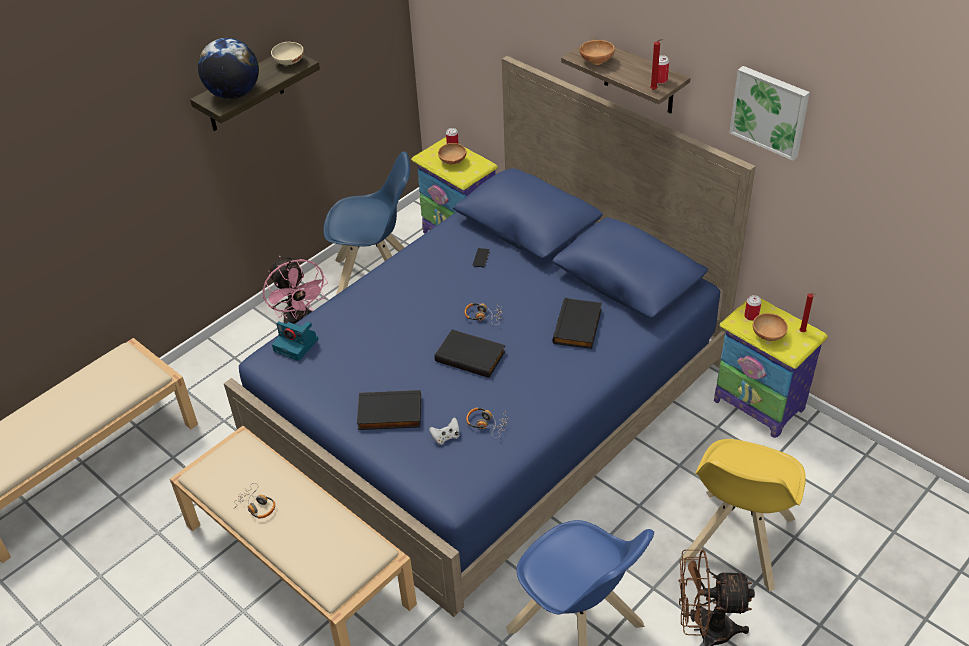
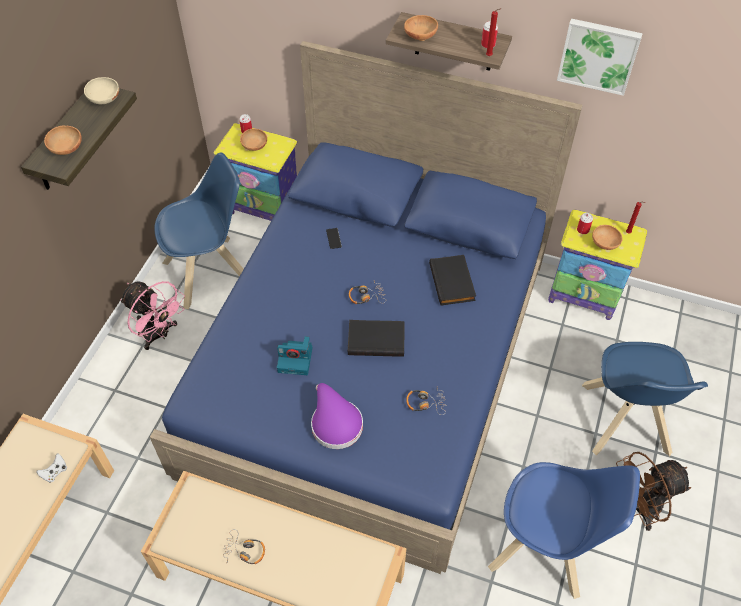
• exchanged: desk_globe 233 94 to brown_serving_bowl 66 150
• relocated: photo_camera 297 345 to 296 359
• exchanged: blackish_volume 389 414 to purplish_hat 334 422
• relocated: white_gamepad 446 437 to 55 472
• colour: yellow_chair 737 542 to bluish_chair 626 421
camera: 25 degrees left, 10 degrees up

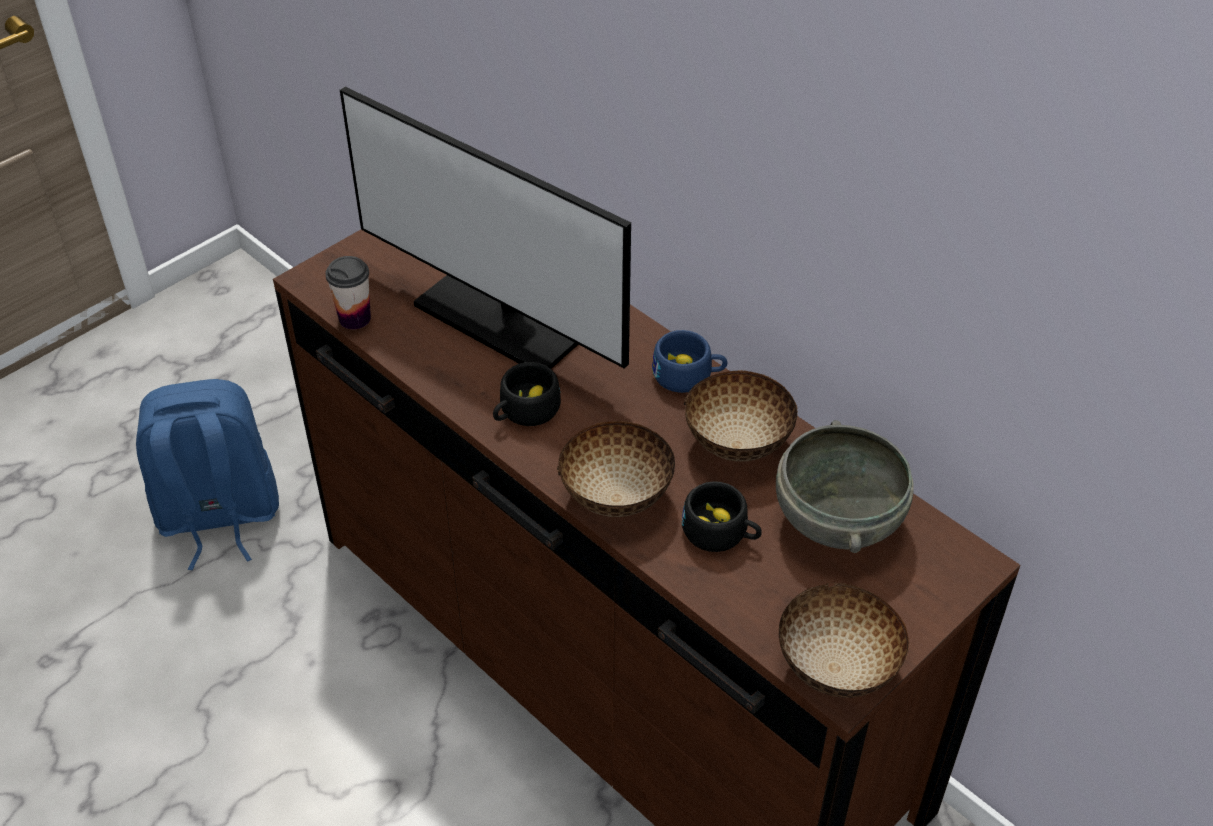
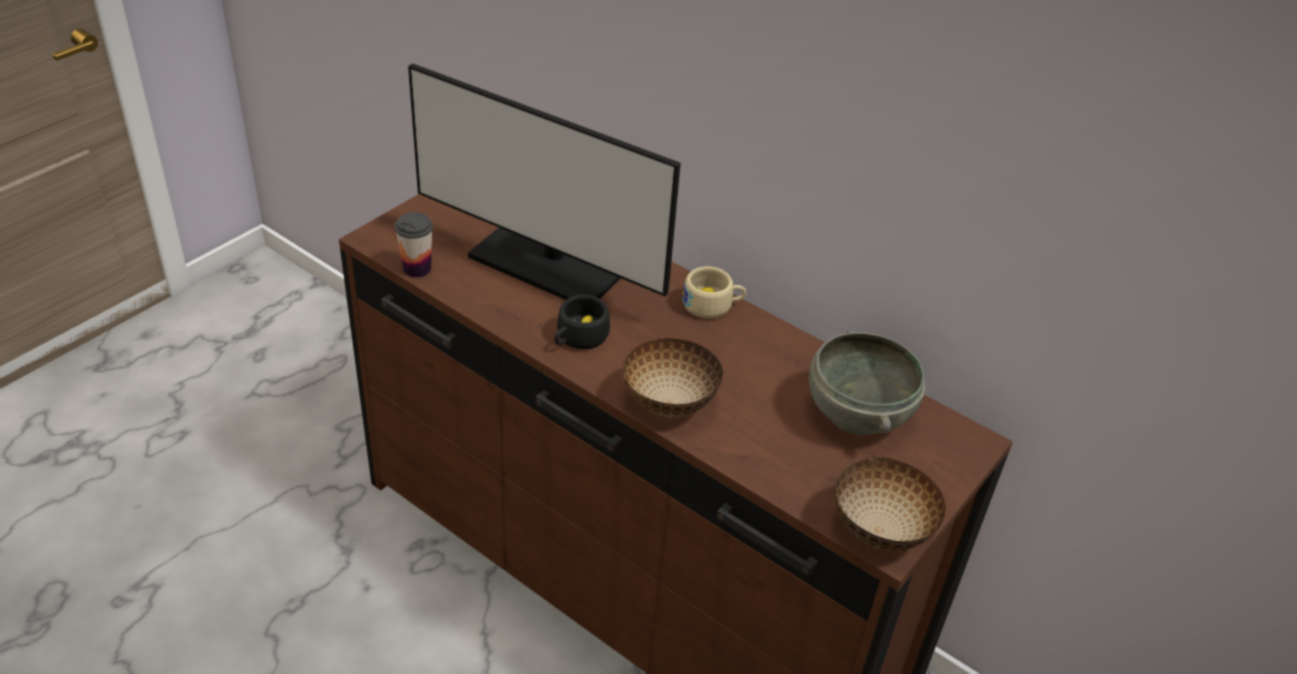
• missing: bluish_backpack 218 516
• colour: bluish_drinking_cup 688 375 to sand-coloured_drinking_cup 712 305
• missing: blackish_drinking_cup 721 533
• missing: serving_bowl 738 442
camera: 10 degrees left, 5 degrees down

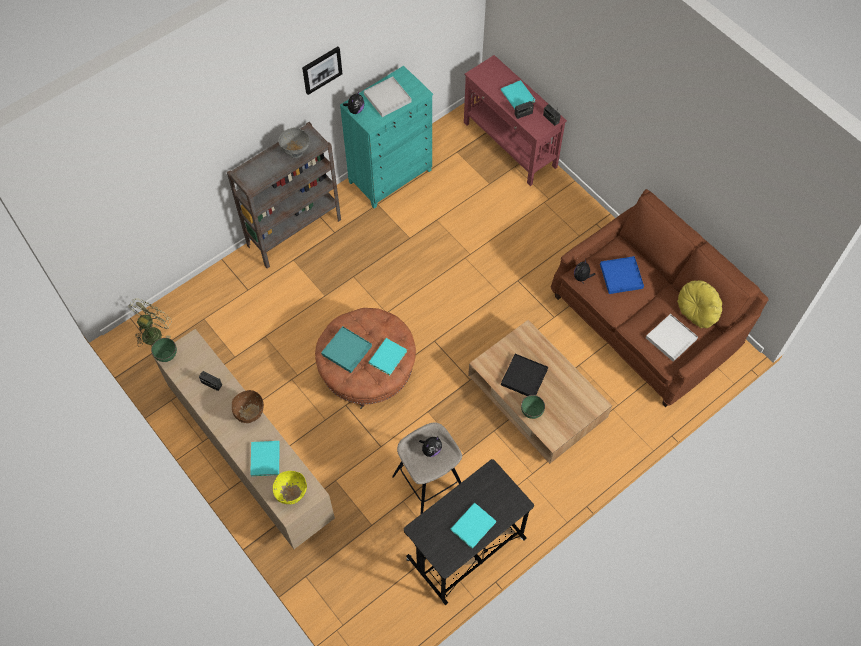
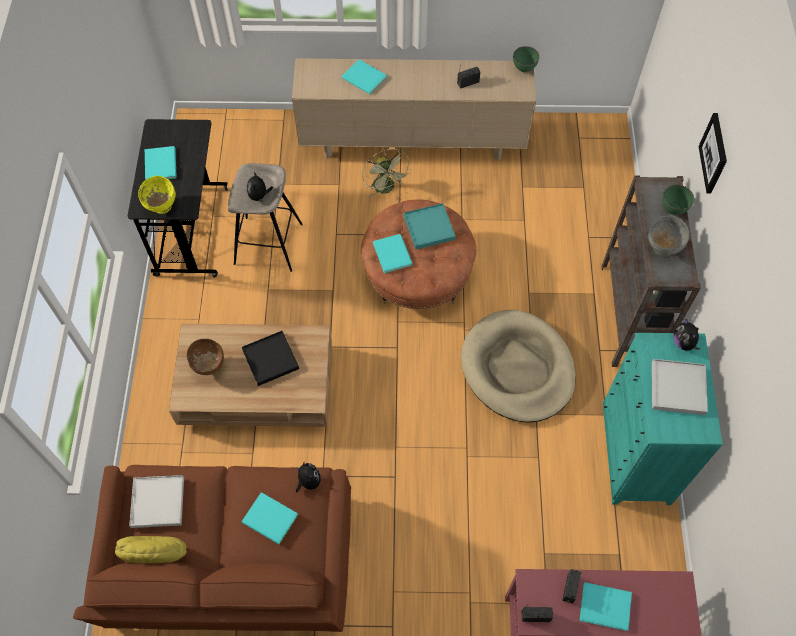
• relocated: green_fan 154 332 to 386 189
• relocated: brown_serving_bowl 250 414 to 209 366
• relocated: yellow_serving_bowl 291 494 to 161 206
• relocated: wall_picture 321 69 to 714 153
• relocated: green_serving_bowl 531 412 to 673 209
• exchanged: bluish_tray 621 276 to turquoise_volume 270 520
• appeared: sand-coloured_dog_cushion 517 368
camera: 130 degrees right, 0 degrees up

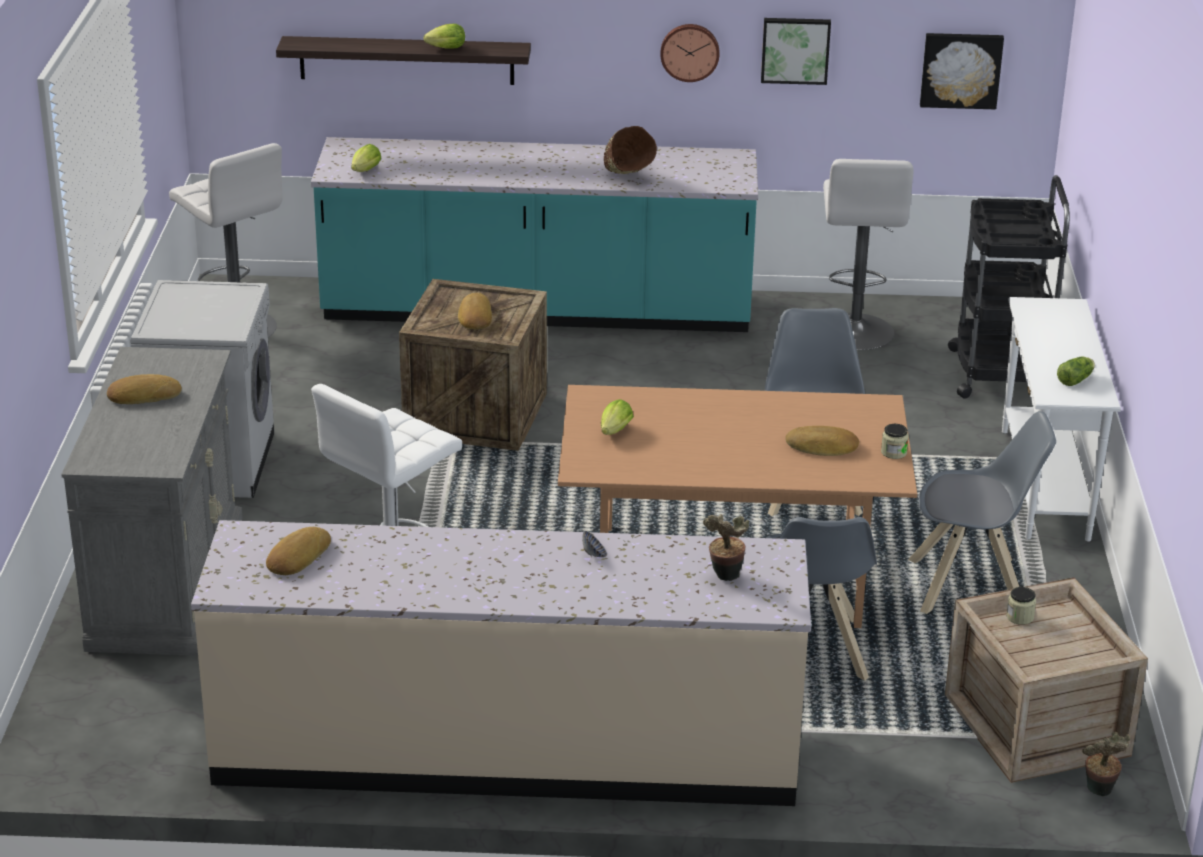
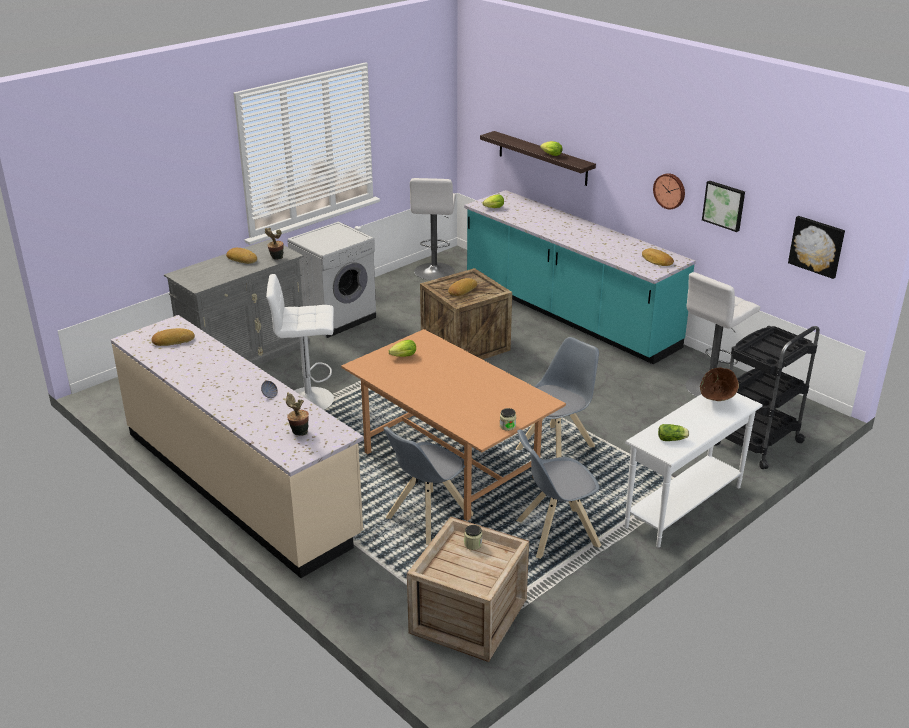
• relocated: brown_serving_bowl 627 178 to 717 403
• relocated: bread 822 447 to 656 261
• spun: gray_chair 971 587 = 555 533 120 degrees clockwise
• relocated: plant_in_a_pot 1099 792 to 276 258
camera: 45 degrees right, 0 degrees up

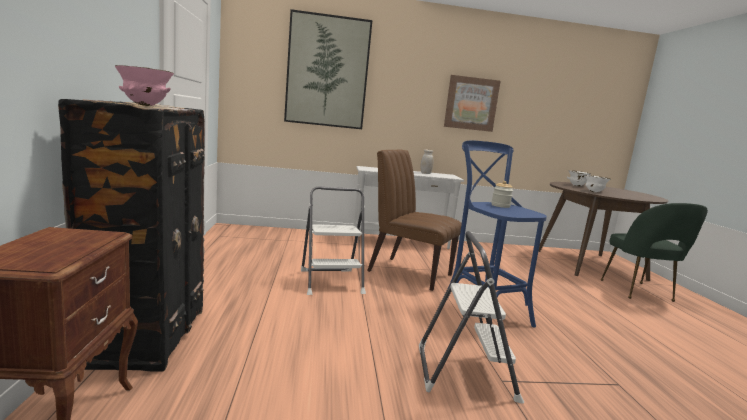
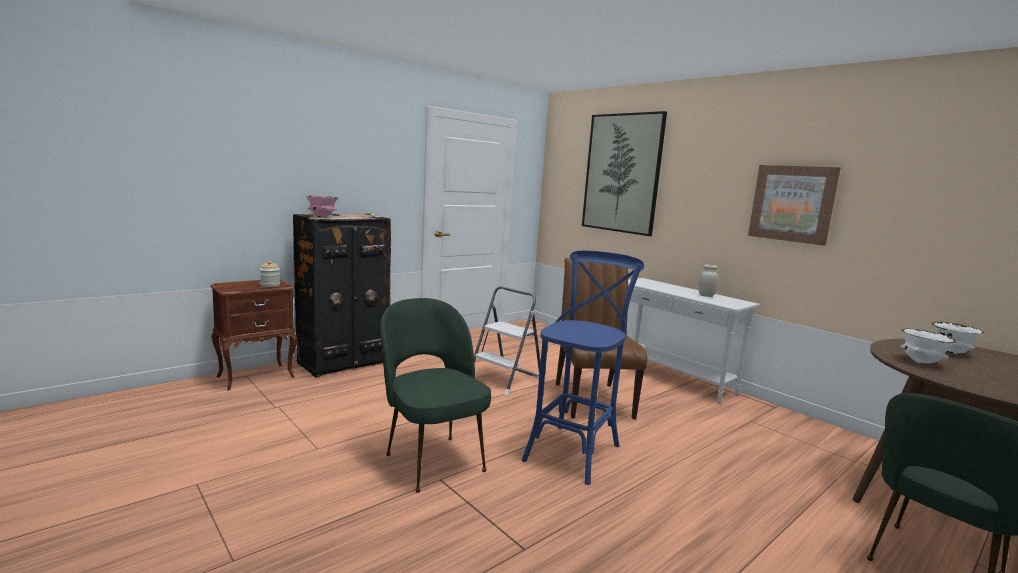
• exchanged: white_stepladder 461 371 to green_chair 431 459
• relocated: storage_jar 500 206 to 270 285
camera: 55 degrees right, 0 degrees up

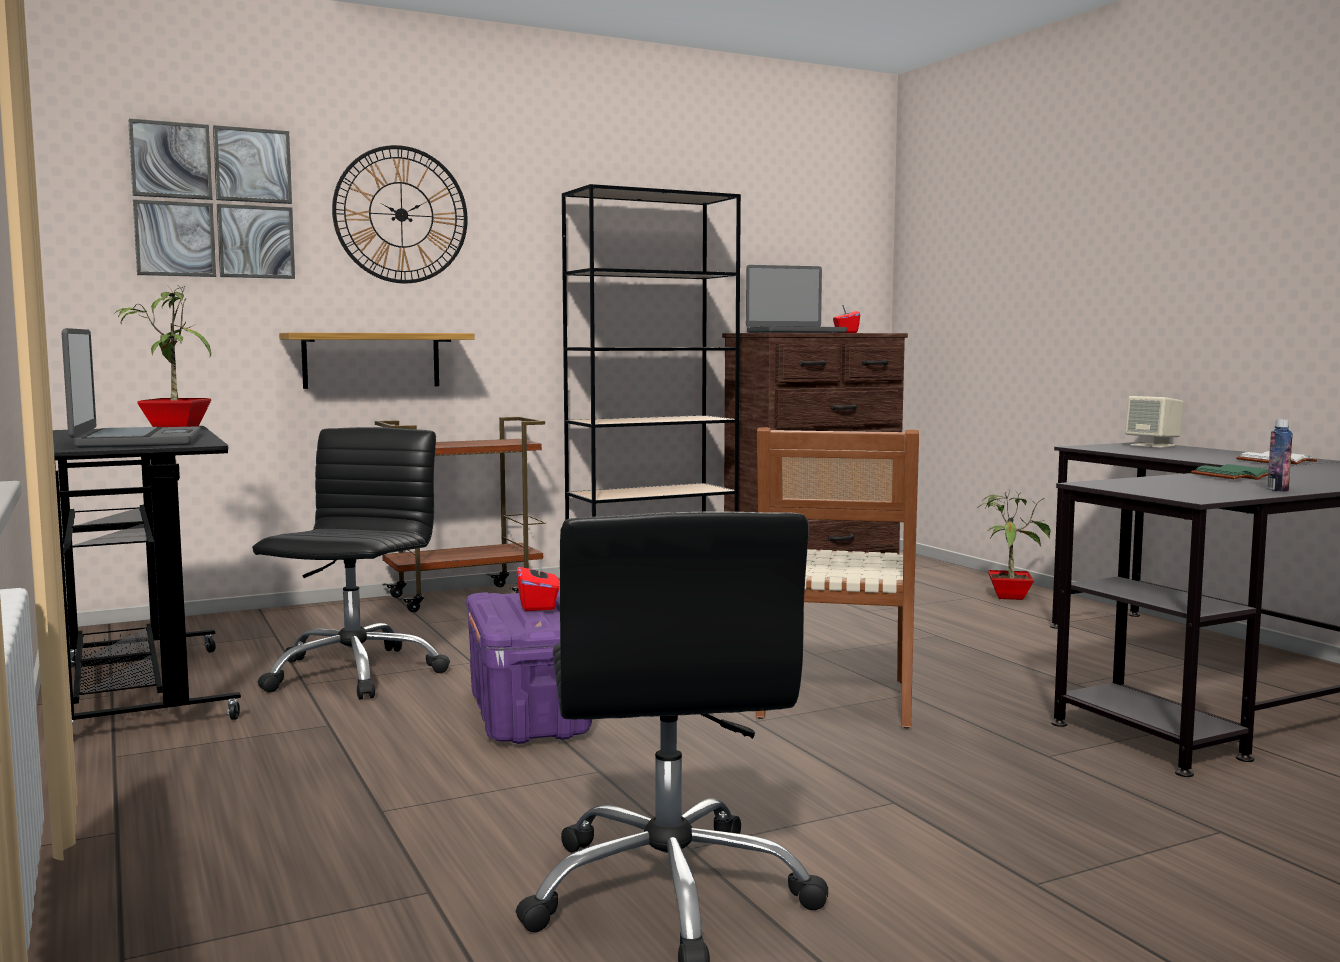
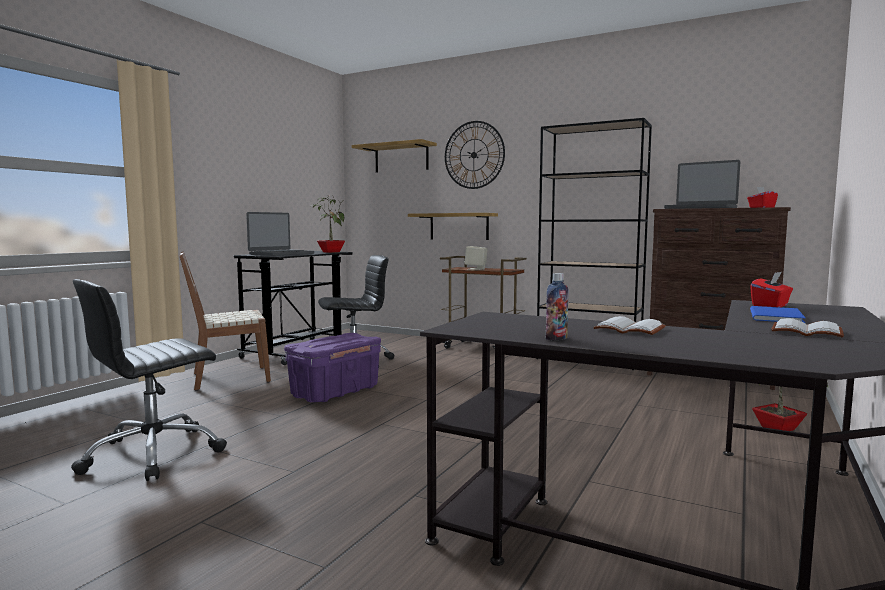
• exchanged: wall_picture 214 202 to bracket_shelf 401 158
• relocated: red_box_of_tissues 538 605 to 770 306
• relocated: chair 834 702 to 226 378
• relocated: sand-coloured_audio_speaker 1153 445 to 476 269
• colour: green_volume 1234 476 to white_volume 631 329
• appeared: bluish_volume 778 316
camera: 55 degrees right, 0 degrees up

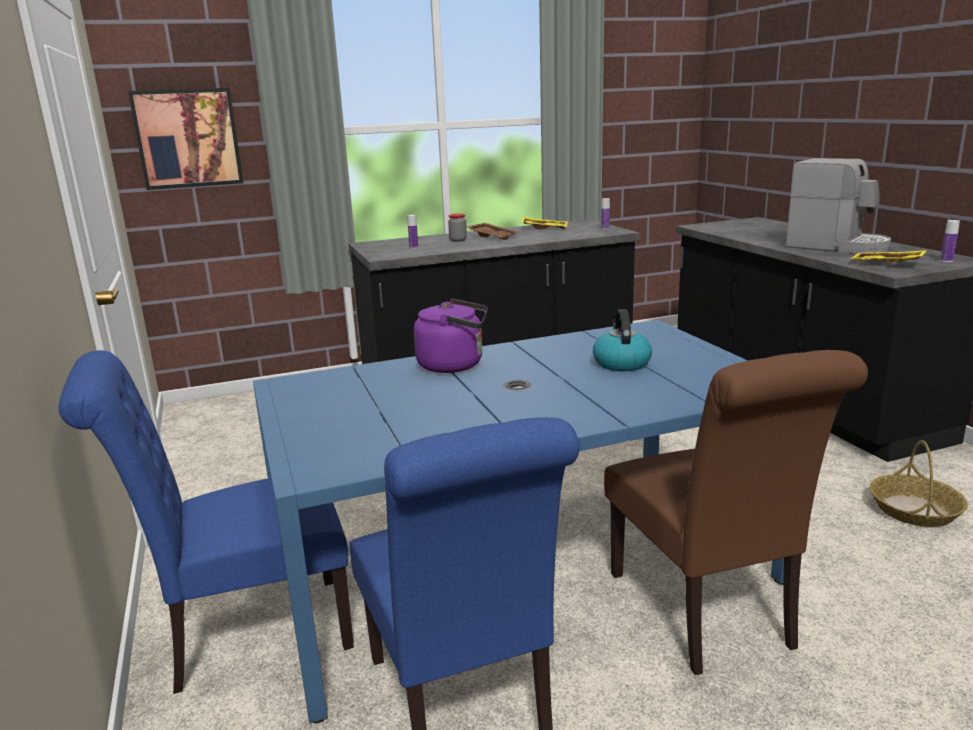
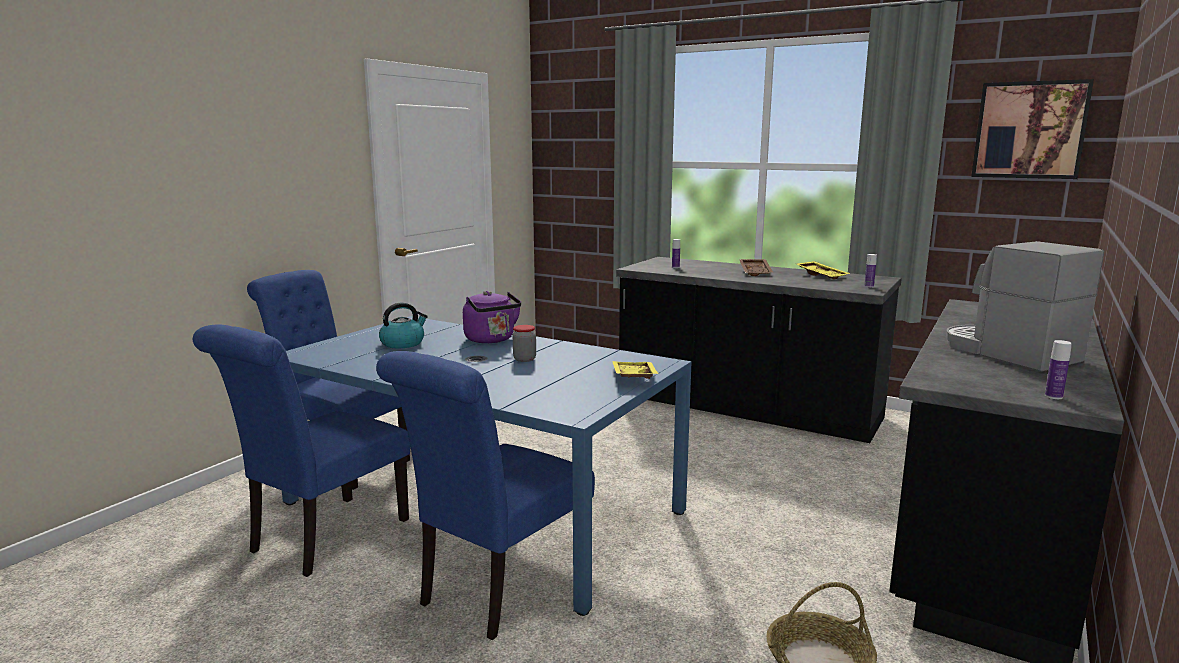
• relocated: wall_picture 188 138 to 1029 130
• relocated: storage_jar 458 240 to 524 359
• relocated: kettle 621 363 to 403 343
• colour: brown_chair 706 615 to bluish_chair 497 590
• spun: coffee_maker 837 246 = 1007 352 150 degrees clockwise
• relocated: yellow_tray 886 264 to 632 377
camera: 50 degrees right, 5 degrees down

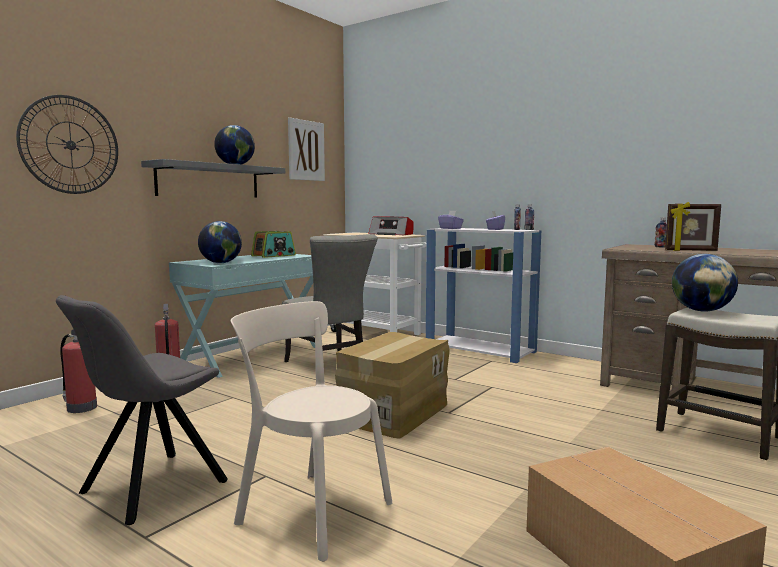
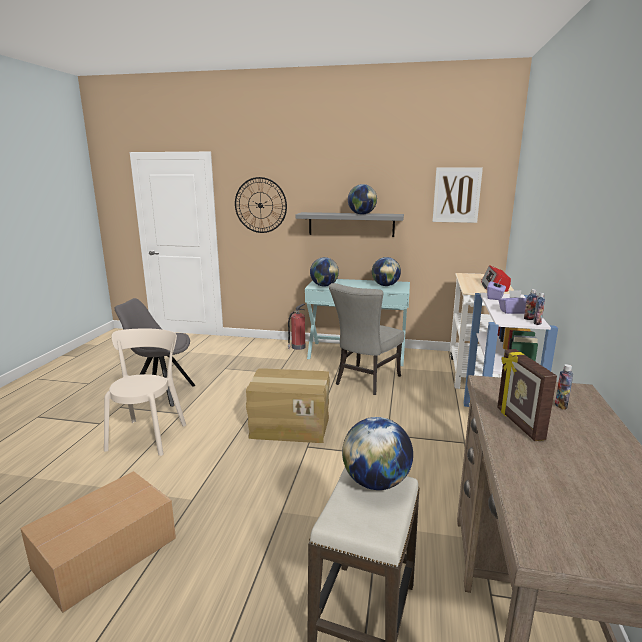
• missing: extinguisher 81 407
• exchanged: radio 274 255 to desk_globe 385 285
camera: 65 degrees right, 10 degrees up

